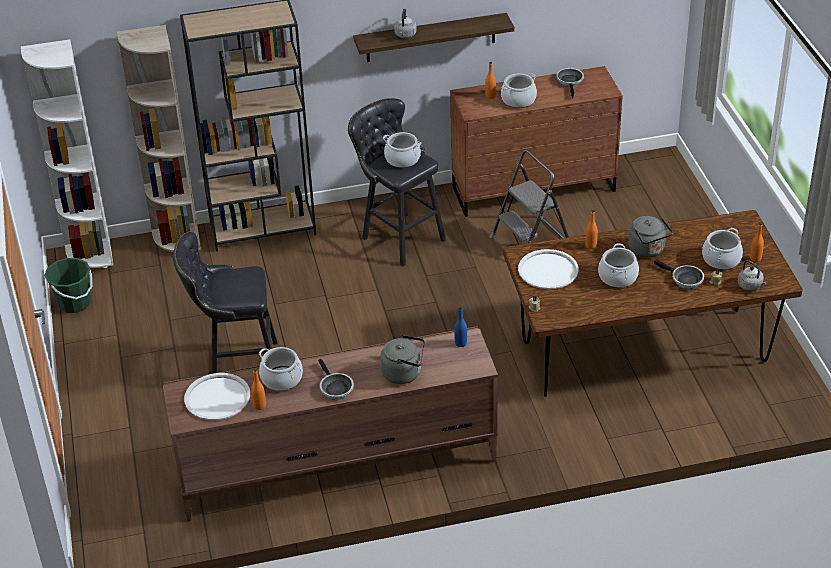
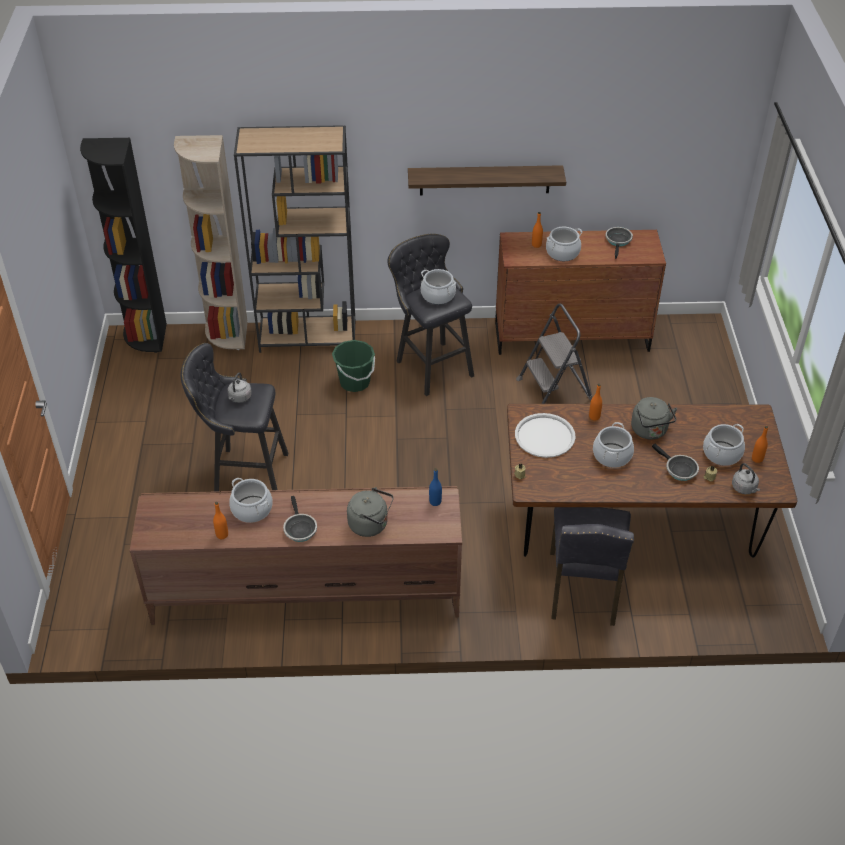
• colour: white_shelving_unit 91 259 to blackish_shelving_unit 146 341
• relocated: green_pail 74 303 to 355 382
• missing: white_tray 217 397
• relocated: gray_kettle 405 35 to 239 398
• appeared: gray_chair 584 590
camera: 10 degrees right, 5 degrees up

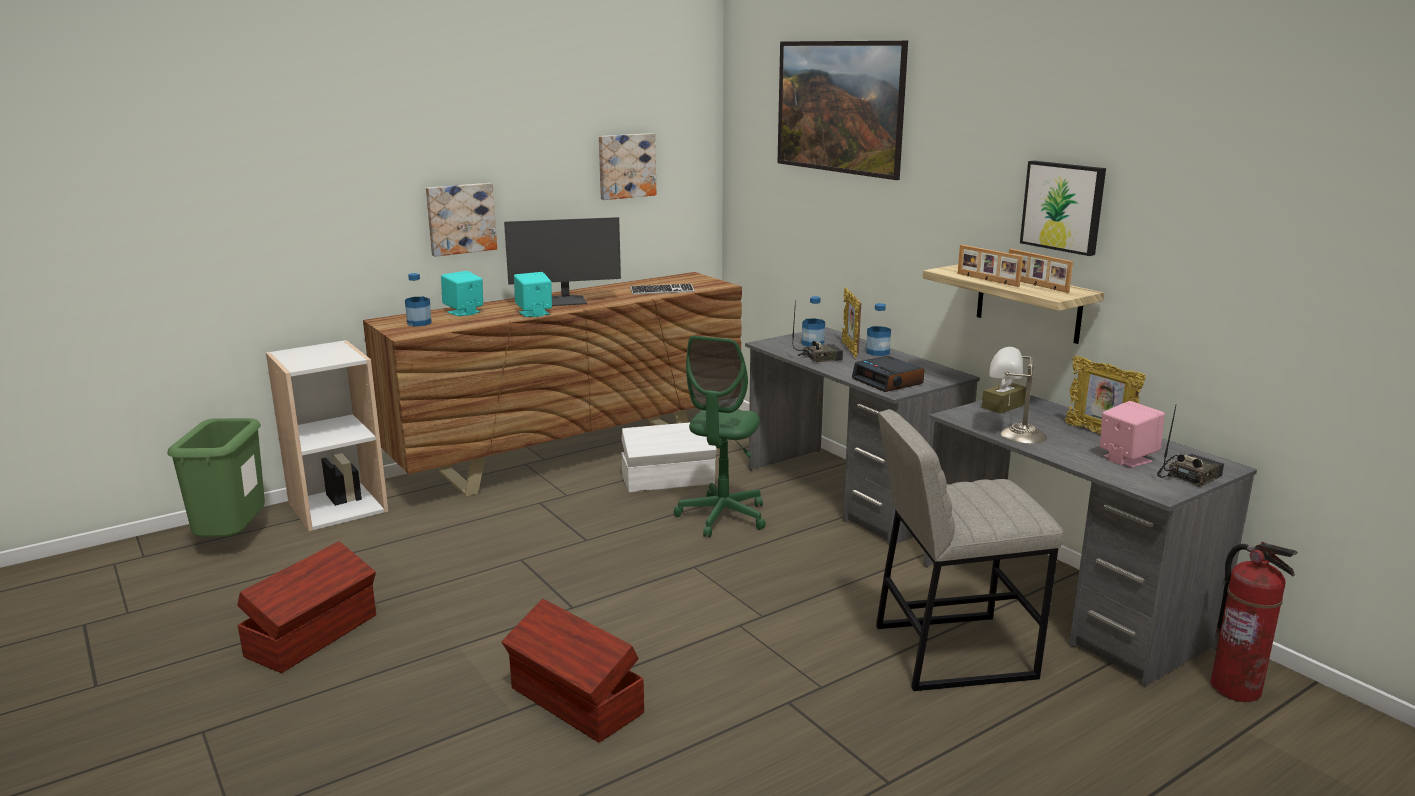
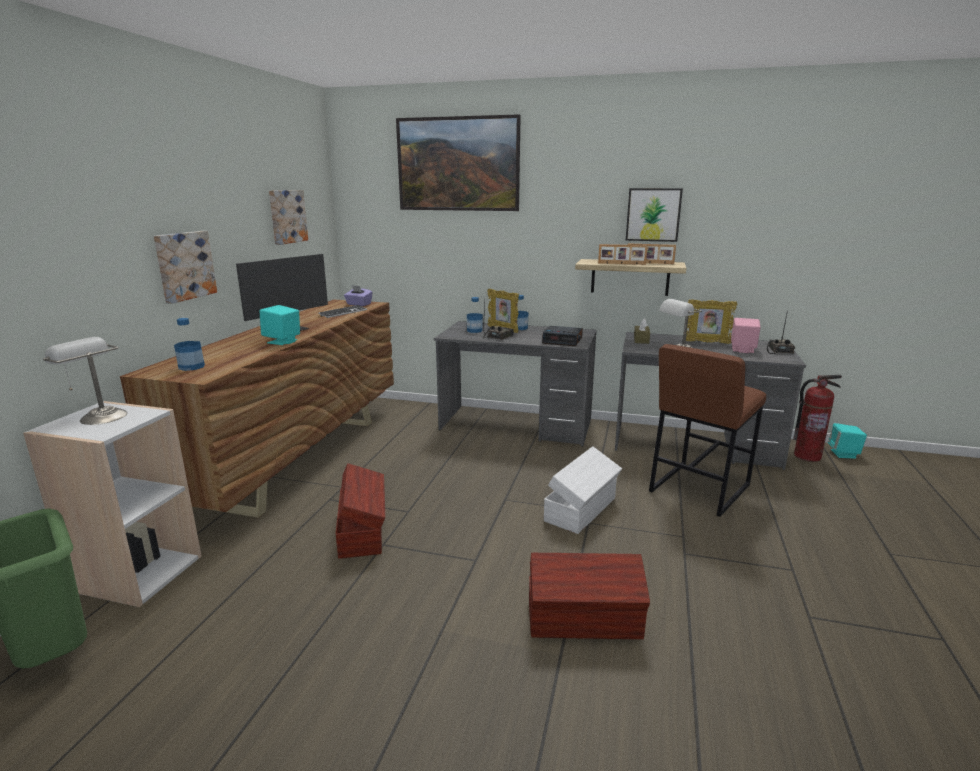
• relocated: brown_storage_box 314 635 to 362 530
• relocated: turquoise_audio_speaker 464 312 to 843 454
• relocated: white_storage_box 669 480 to 582 509
• missing: green_desk_chair 722 517
• colour: gray_chair 950 652 to brown_chair 698 489
• appeared: white_lamp_for_a_table 97 415
• appeared: purplish_box_of_tissues 358 304
camera: 40 degrees left, 0 degrees up

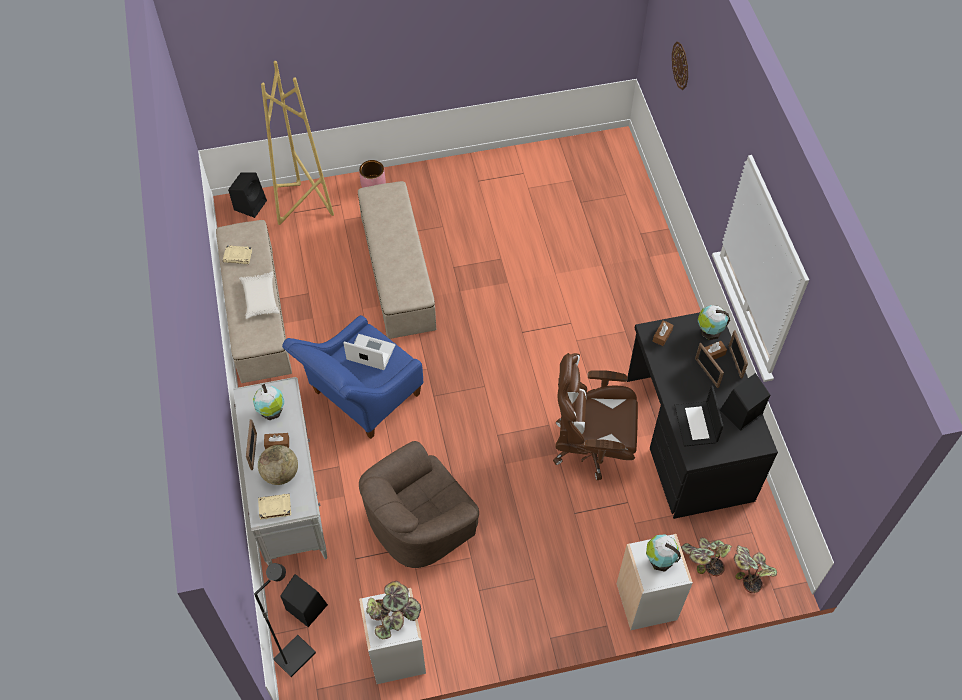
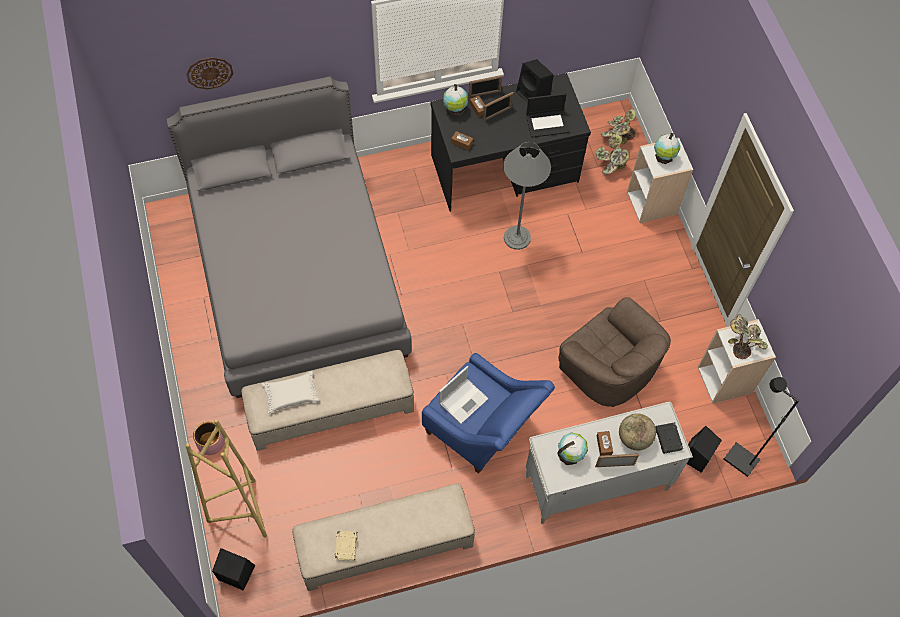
• relocated: white_throw_pillow 260 297 to 290 394
• colour: sand-coloured_volume 274 507 to blackish_volume 668 439
• spun: portable_computer 370 352 = 464 400 150 degrees counterclockwise
• exchanged: brown_desk_chair 593 446 to gray_standing_lamp 517 238
• appeared: gray_bedroom_bed 297 274
camera: 95 degrees left, 5 degrees up

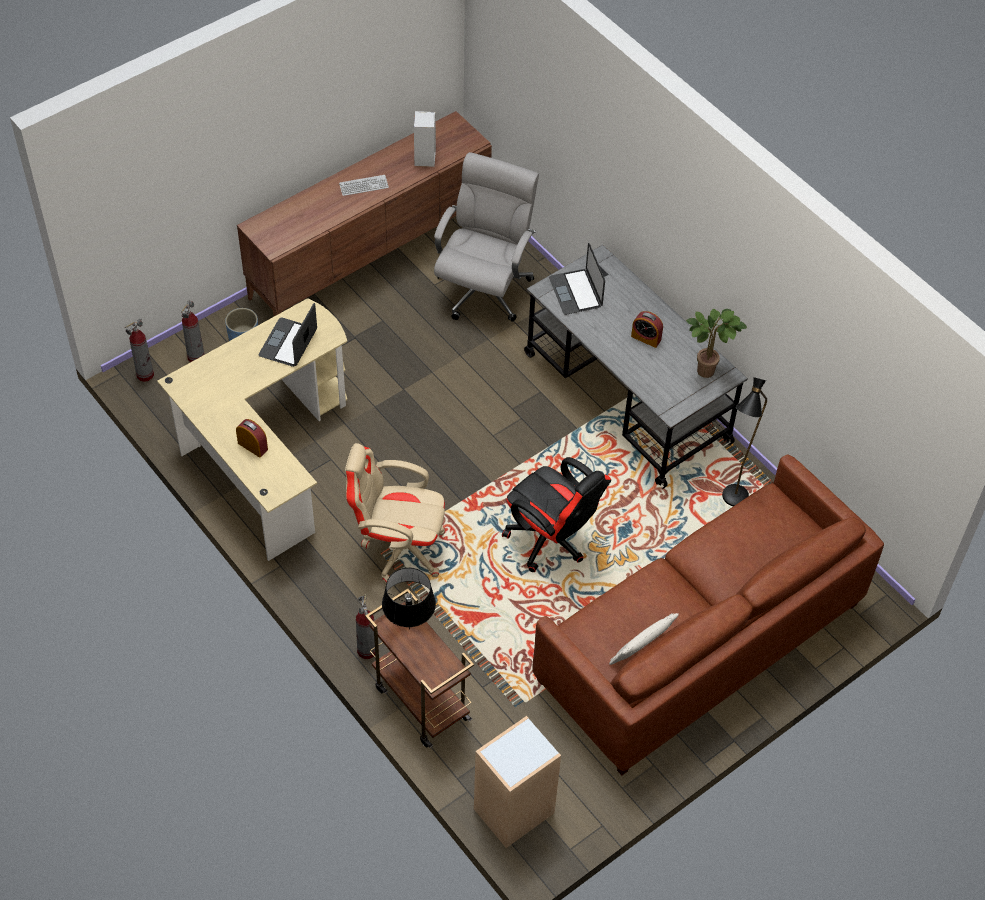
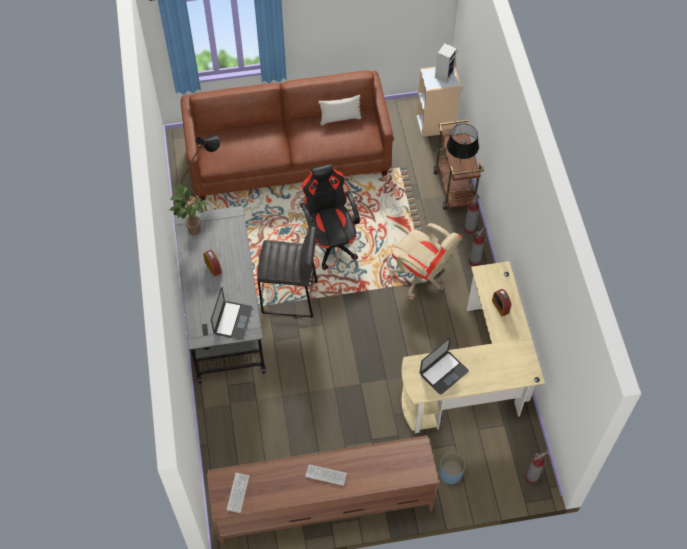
• relocated: extinguisher 196 357 to 474 261
• relocated: audio_speaker 425 159 to 444 75
• missing: gray_desk_chair 484 290
• appeared: computer_keyboard 238 493
• appeared: gray_sitting_stool 290 298
camera: 150 degrees left, 5 degrees up

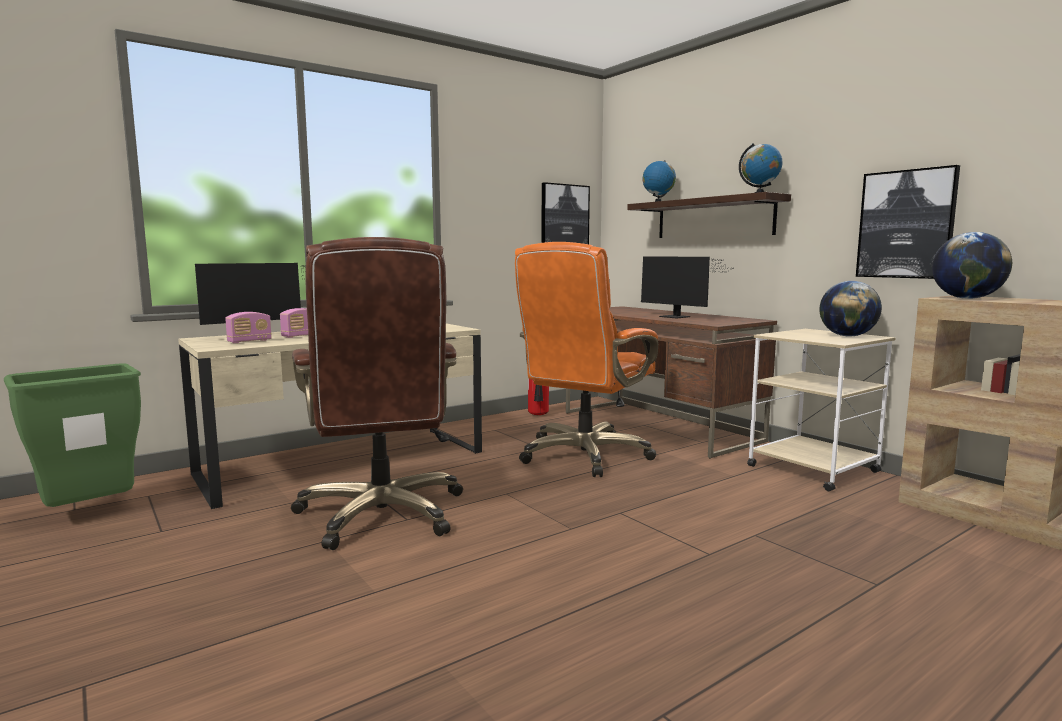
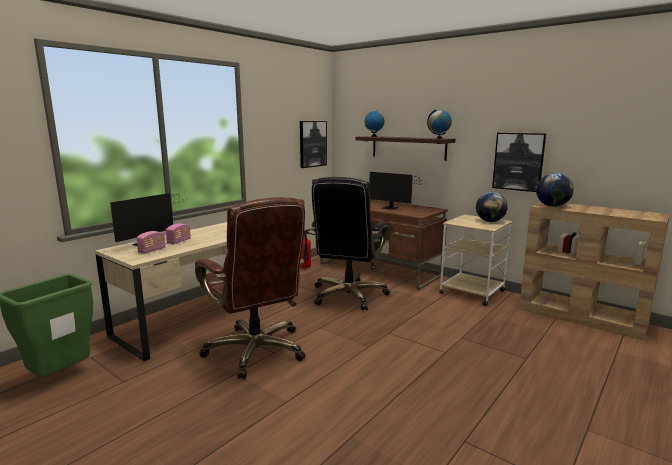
• colour: orange_desk_chair 584 454 to blackish_desk_chair 348 295
camera: 15 degrees left, 5 degrees up

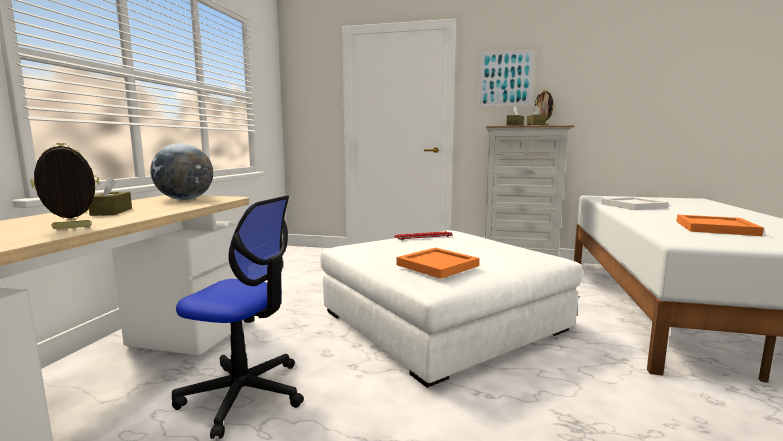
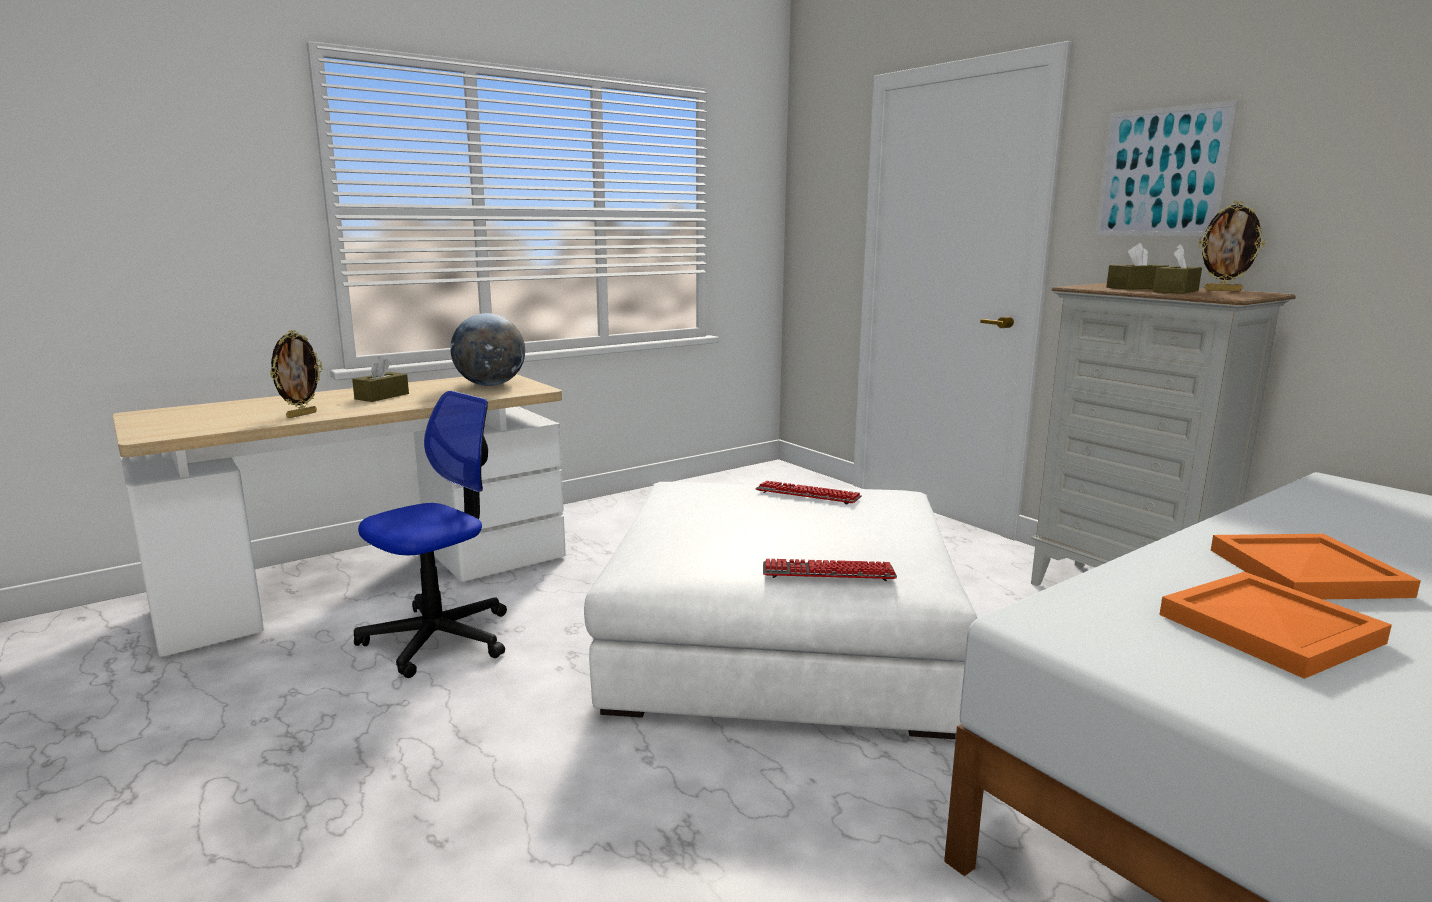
• spun: picture_frame 71 227 = 301 414 105 degrees clockwise
• spun: desk_chair 244 394 = 438 638 105 degrees counterclockwise
• relocated: orange_tray 439 265 to 1310 573
• missing: white_tray 634 206
• appeared: computer_keyboard 828 572
camera: 40 degrees right, 5 degrees up

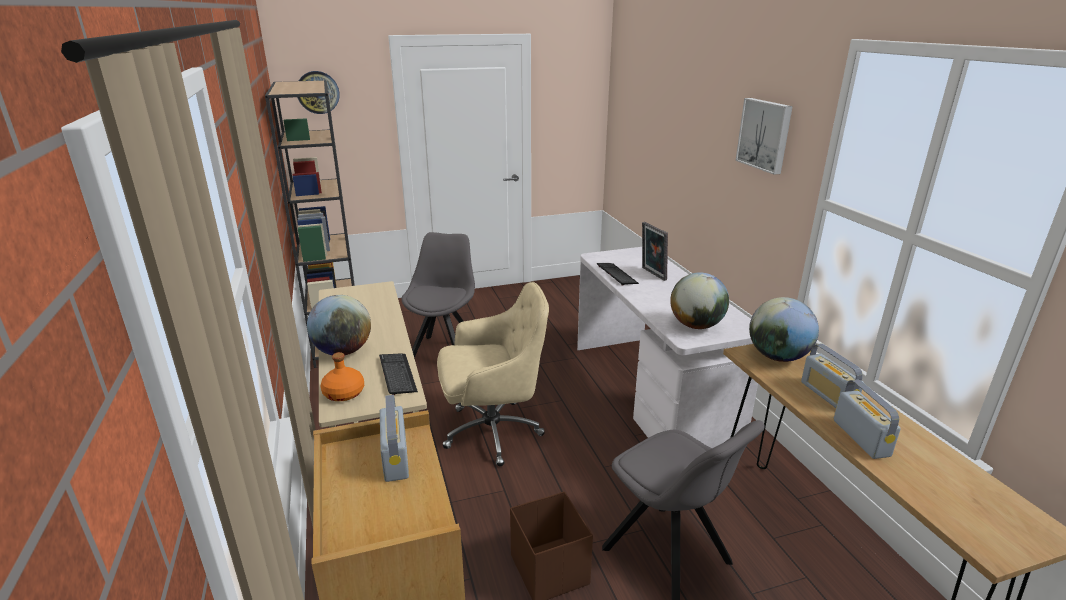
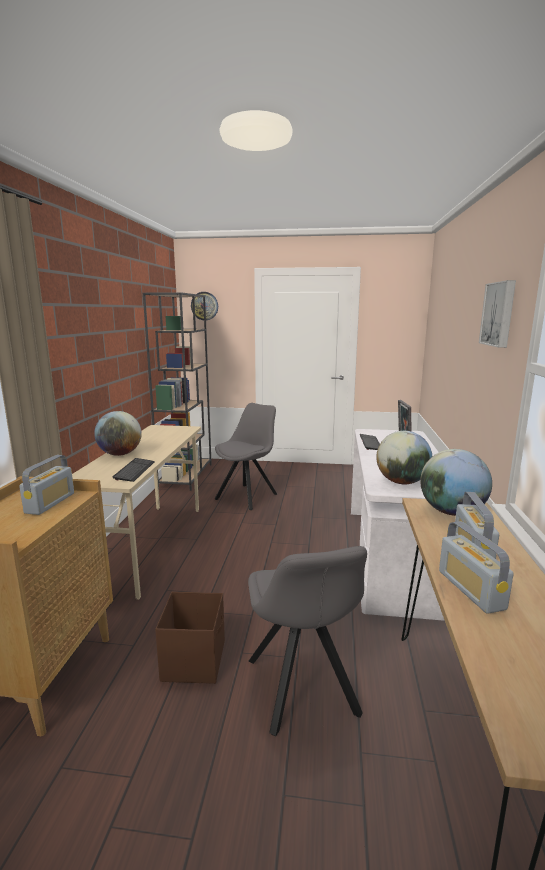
• missing: orange_beverage_bottle 343 393
• missing: sand-coloured_desk_chair 492 432
• spun: radio 860 437 = 470 589 150 degrees clockwise
camera: 25 degrees right, 10 degrees down

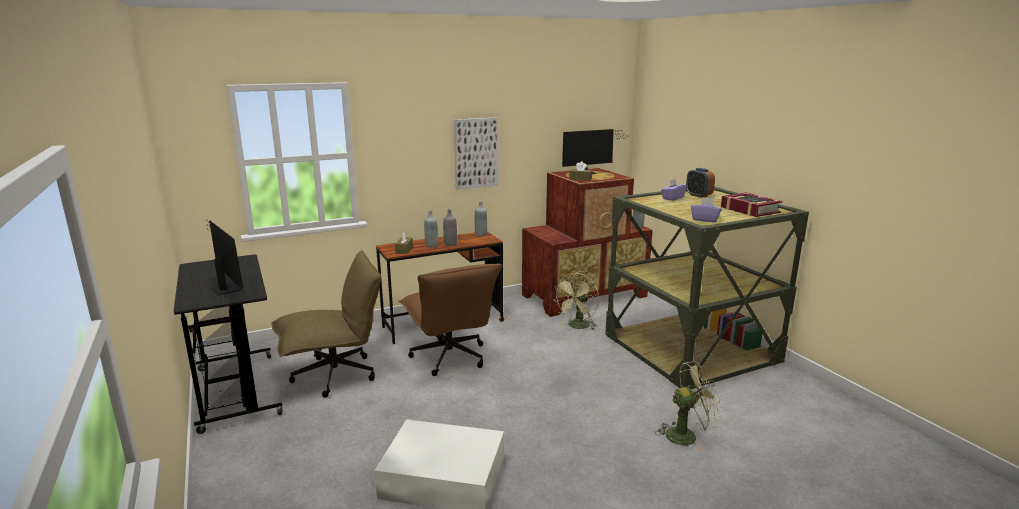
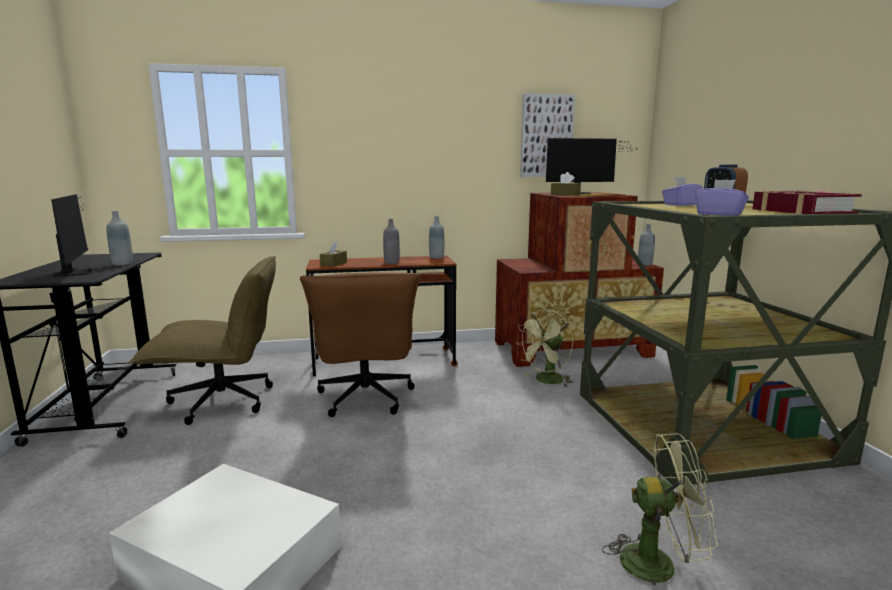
• relocated: gray_beverage_bottle 431 246 to 122 264
• relocated: wall_picture 476 153 to 546 136
camera: 15 degrees right, 5 degrees down

